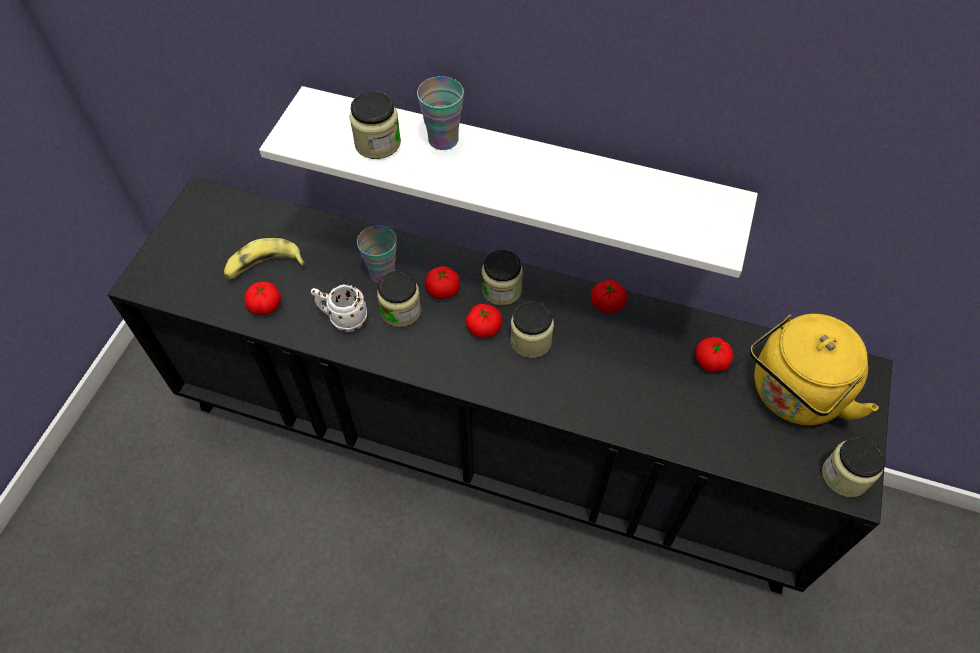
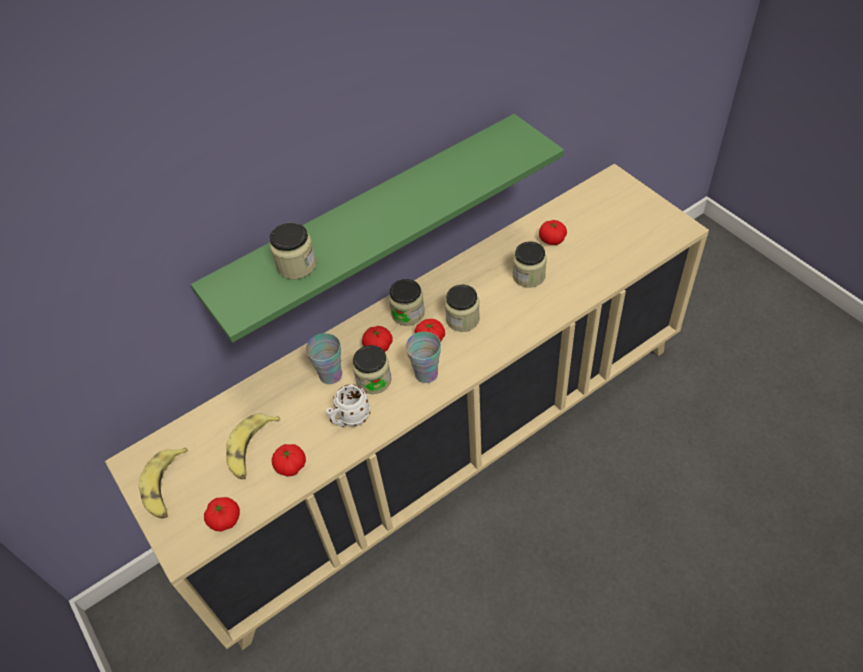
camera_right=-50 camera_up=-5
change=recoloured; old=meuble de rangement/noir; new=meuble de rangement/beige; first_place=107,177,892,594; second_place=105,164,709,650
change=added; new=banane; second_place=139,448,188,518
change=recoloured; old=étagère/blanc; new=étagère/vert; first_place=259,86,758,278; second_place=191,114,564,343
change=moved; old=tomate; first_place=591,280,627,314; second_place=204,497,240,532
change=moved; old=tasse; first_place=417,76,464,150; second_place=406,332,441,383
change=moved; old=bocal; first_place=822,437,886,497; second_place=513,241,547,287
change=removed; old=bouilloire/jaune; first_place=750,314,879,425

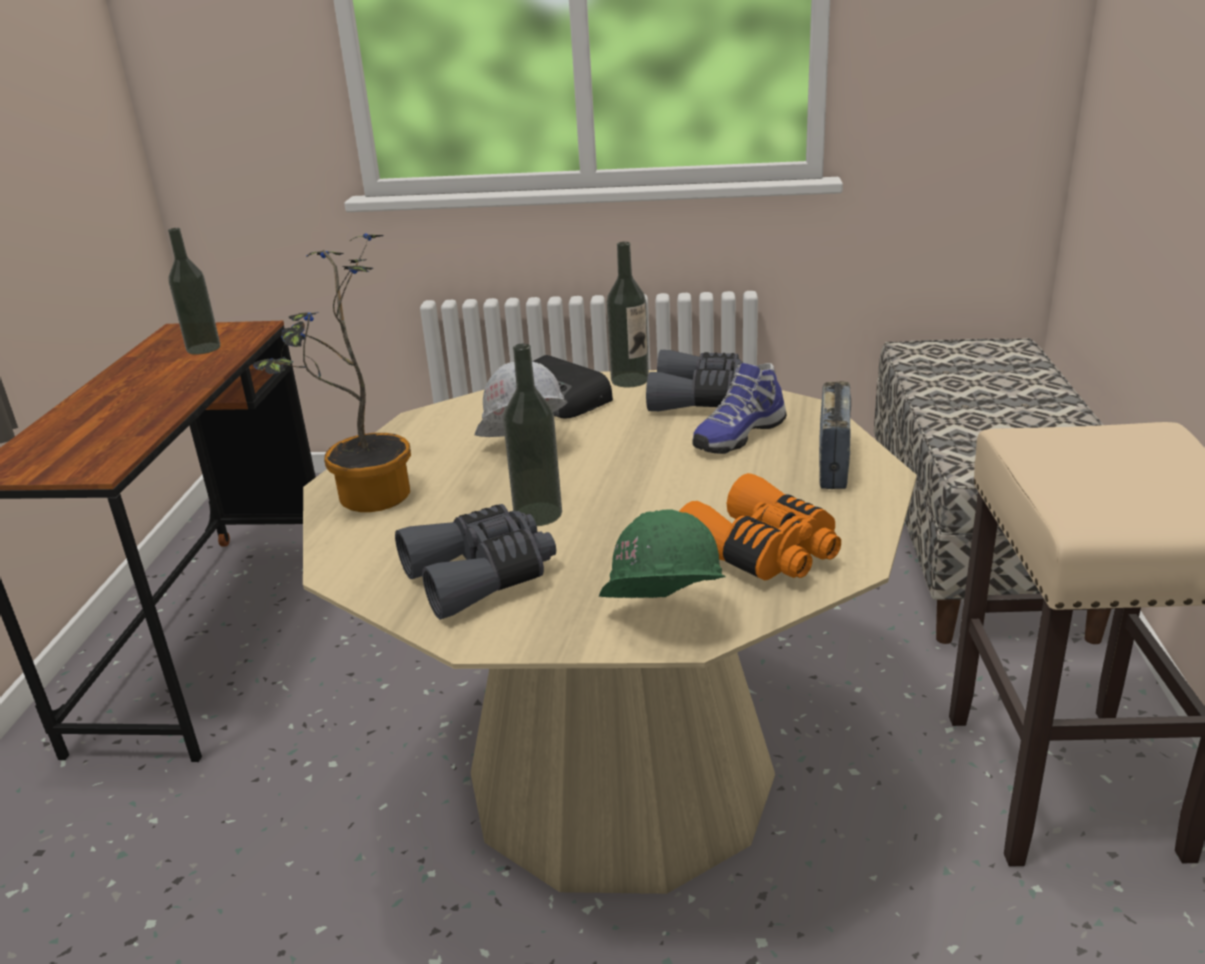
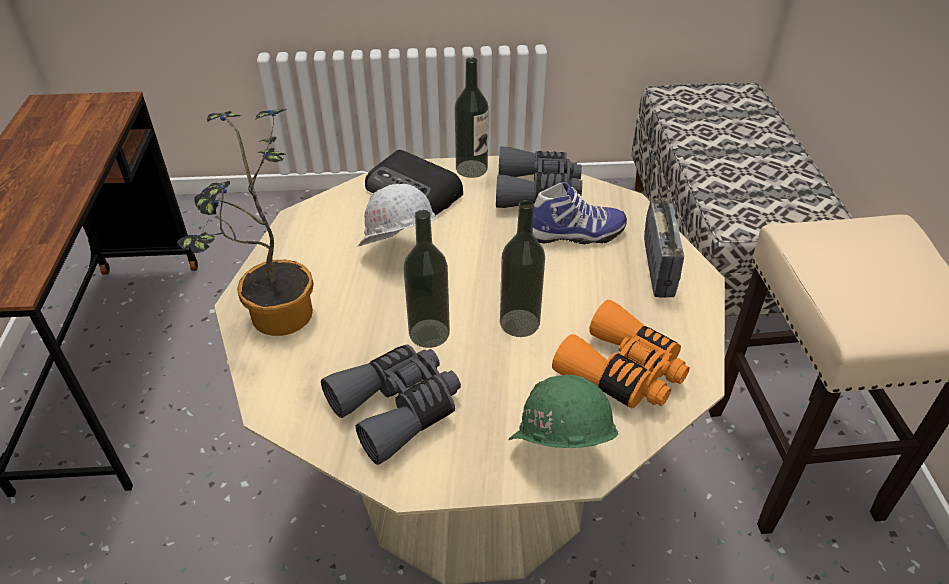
camera_right=-10 camera_up=15
change=moved; old=bouteille; first_place=168,228,220,355; second_place=500,200,545,337
change=turned; old=chaussure; first_place=693,363,787,454; second_place=533,182,627,244; degrees=-135

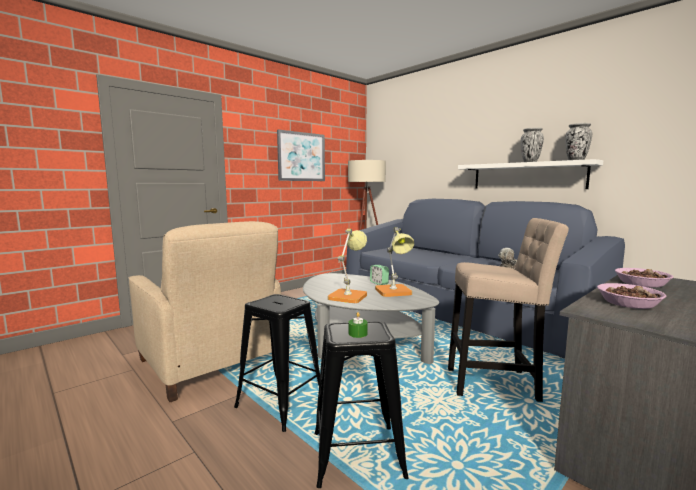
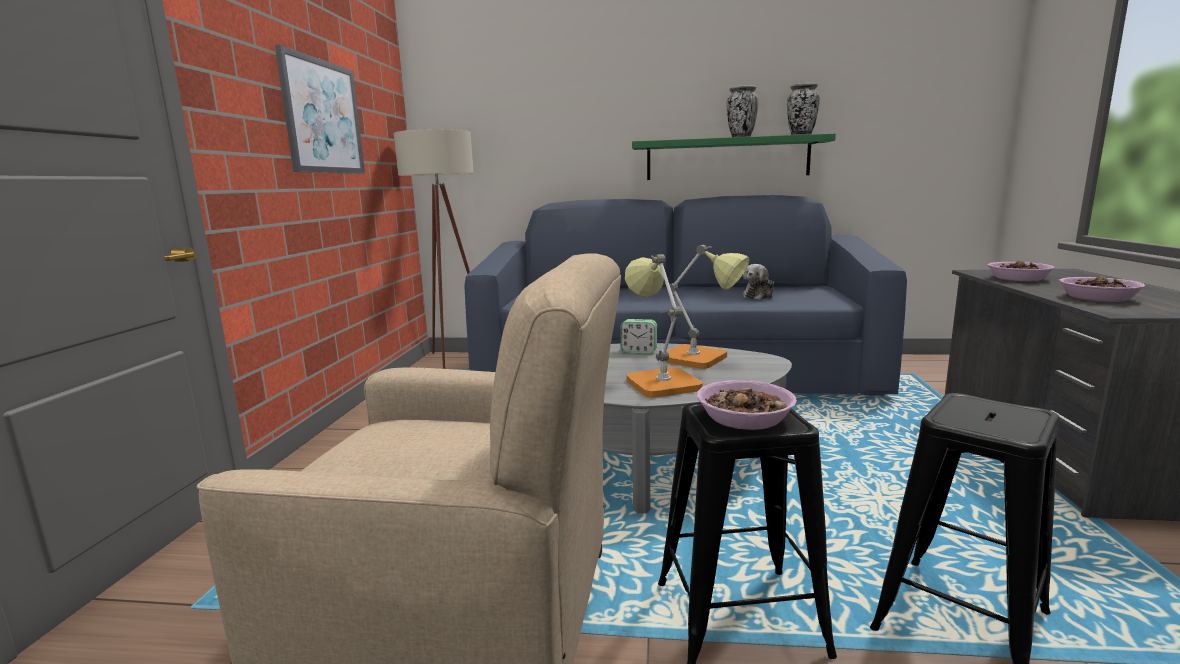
camera_right=-40 camera_up=5
change=recoloured; old=étagère/blanc; new=étagère/vert; first_place=458,159,603,189; second_place=632,133,836,180
change=added; new=bol; second_place=697,380,797,430
change=removed; old=bougie/vert; first_place=349,312,368,338
change=removed; old=tabouret/beige; first_place=448,218,569,402

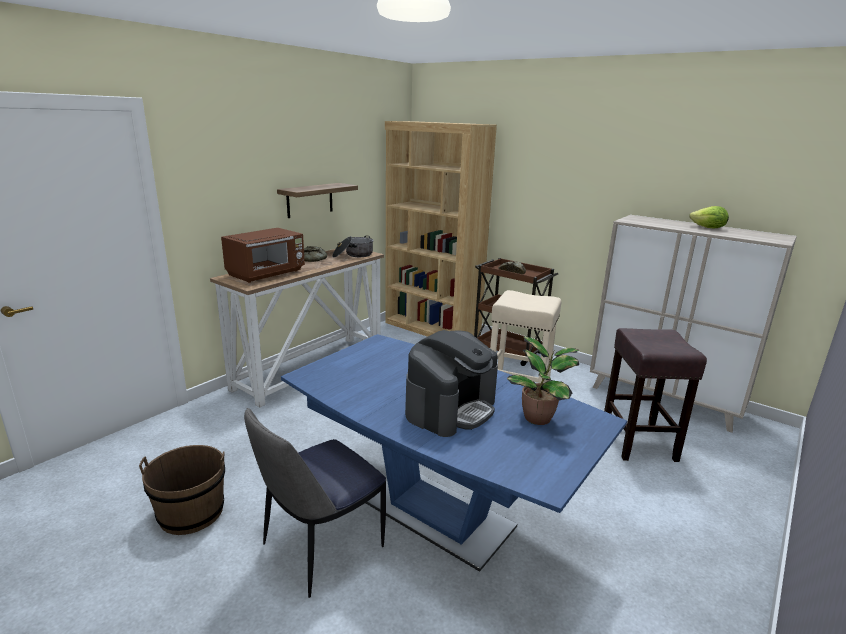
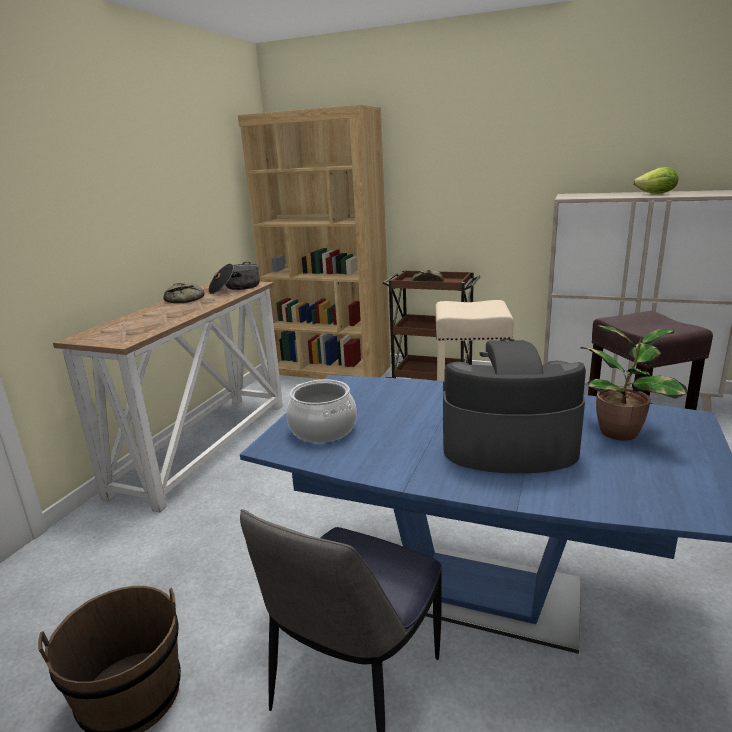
camera_right=-15 camera_up=0
change=added; new=marmite; second_place=286,380,357,443
change=turned; old=machine à café; first_place=405,330,498,437; second_place=443,339,586,473; degrees=-105
change=removed; old=micro-ondes/marron; first_place=221,228,305,283
change=removed; old=étagère; first_place=277,183,358,218

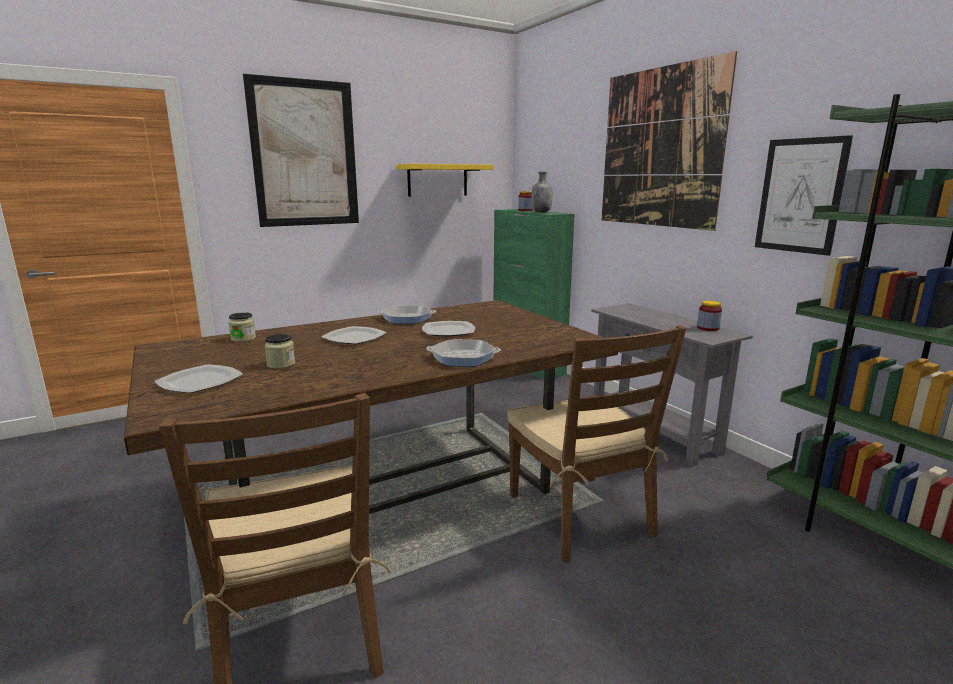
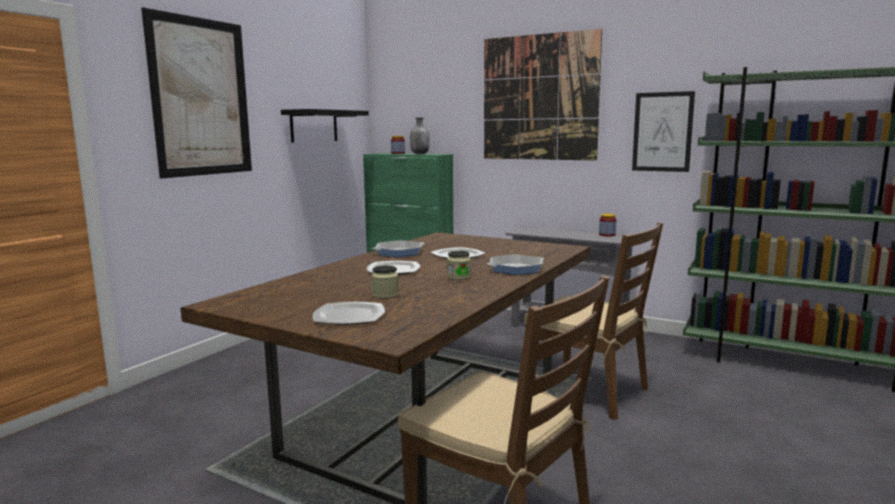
camera_right=-30 camera_up=-5
change=recoloured; old=étagère/jaune; new=étagère/noir; first_place=396,164,493,197; second_place=281,109,369,143
change=moved; old=bocal; first_place=228,312,256,342; second_place=447,251,471,280

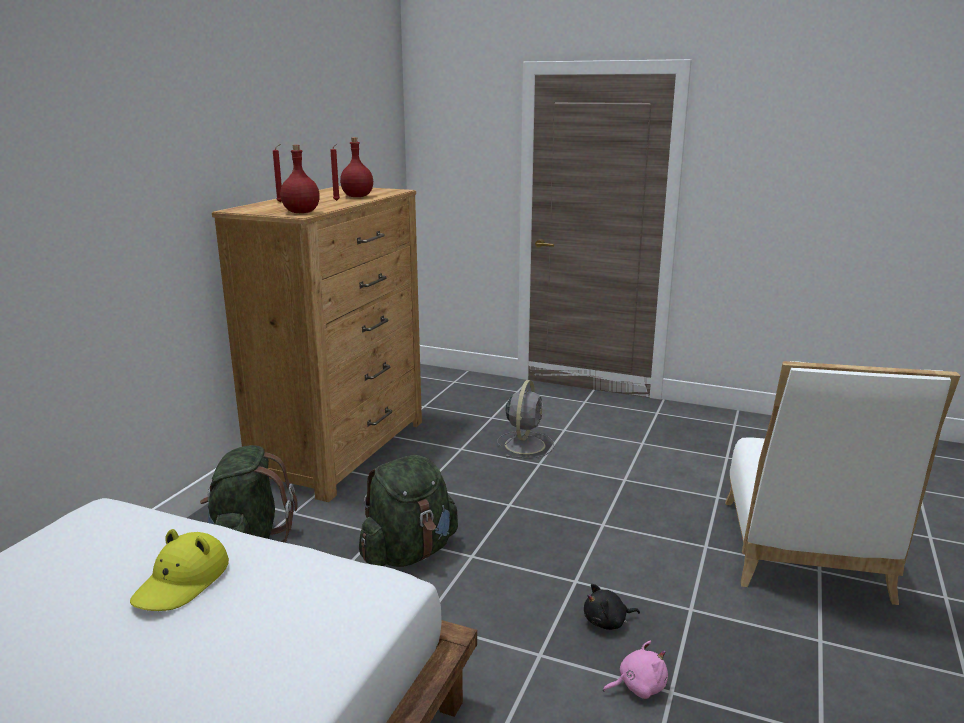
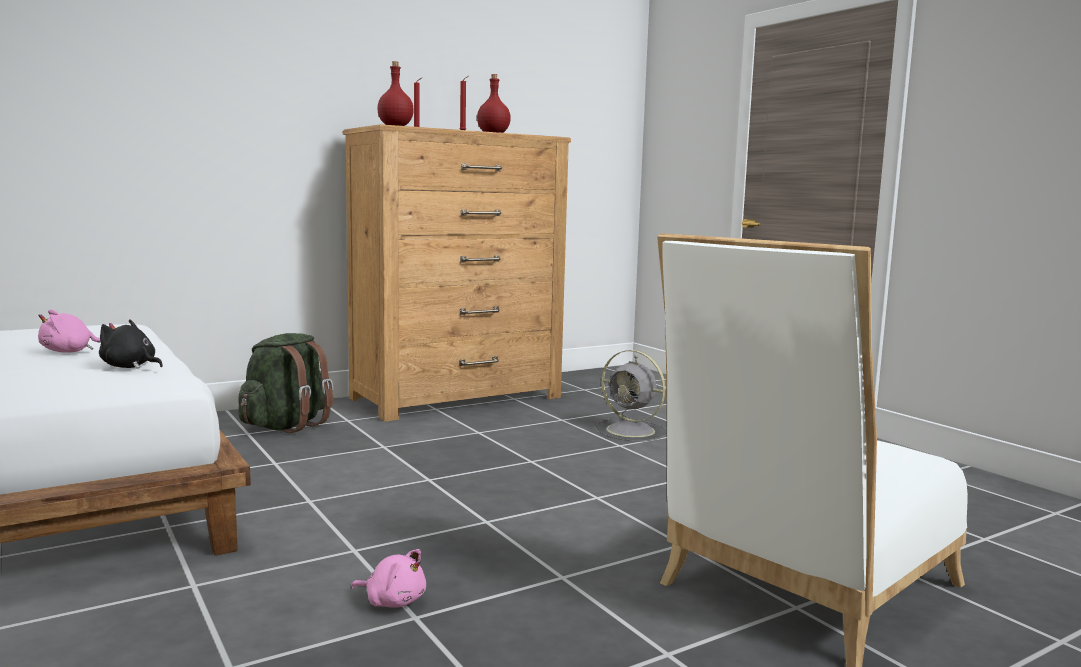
camera_right=35 camera_up=-10
change=replaced; old=chapeau/jaune; new=peluche/rose; first_place=130,529,229,611; second_place=38,309,101,353
change=moved; old=peluche/noir; first_place=584,584,640,630; second_place=99,319,163,369
change=turned; old=ventilateur/gris; first_place=497,380,554,458; second_place=595,350,667,442; degrees=75
change=removed; old=sac à dos/vert; first_place=359,455,458,567

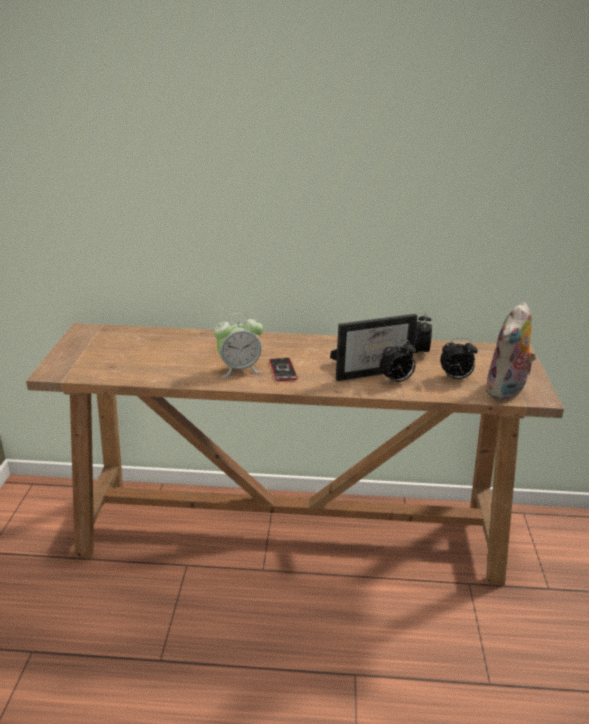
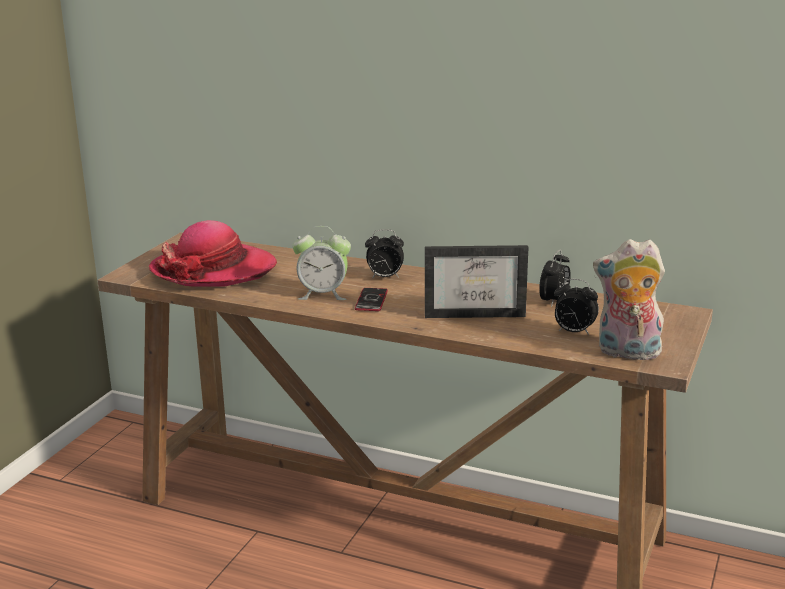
camera_right=20 camera_up=-5
change=added; new=chapeau; second_place=149,220,277,287
change=moved; old=réveil; first_place=380,340,416,383; second_place=365,229,404,278
change=turned; old=peluche; first_place=485,302,537,400; second_place=593,239,665,363; degrees=45

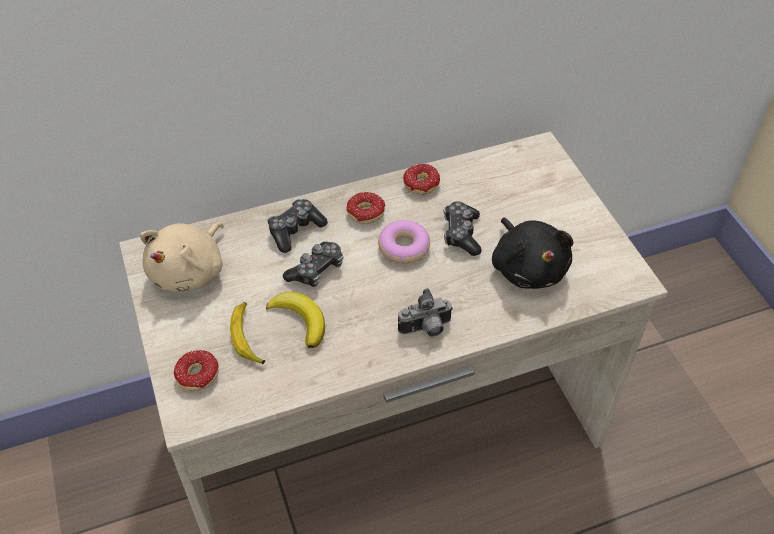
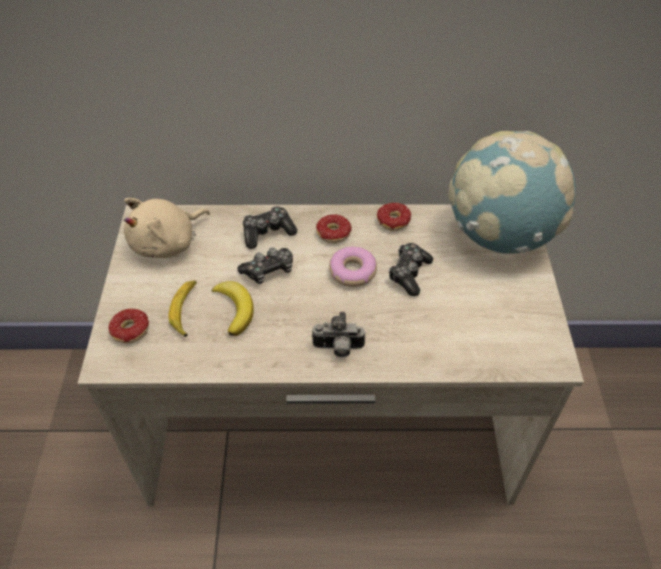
camera_right=20 camera_up=0
change=added; new=globe; second_place=448,131,576,254
change=removed; old=peluche/noir; first_place=492,217,574,289

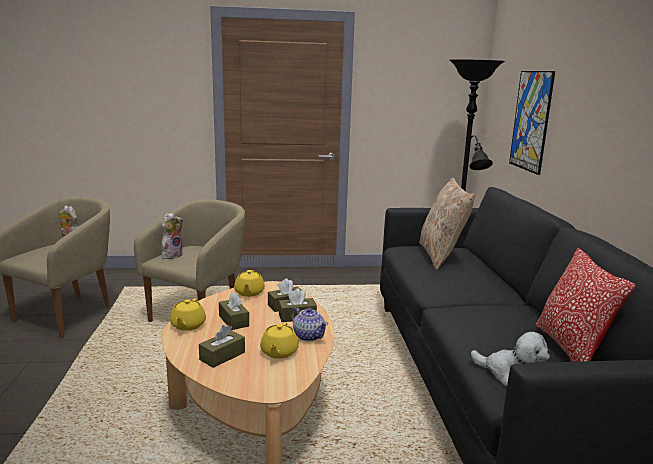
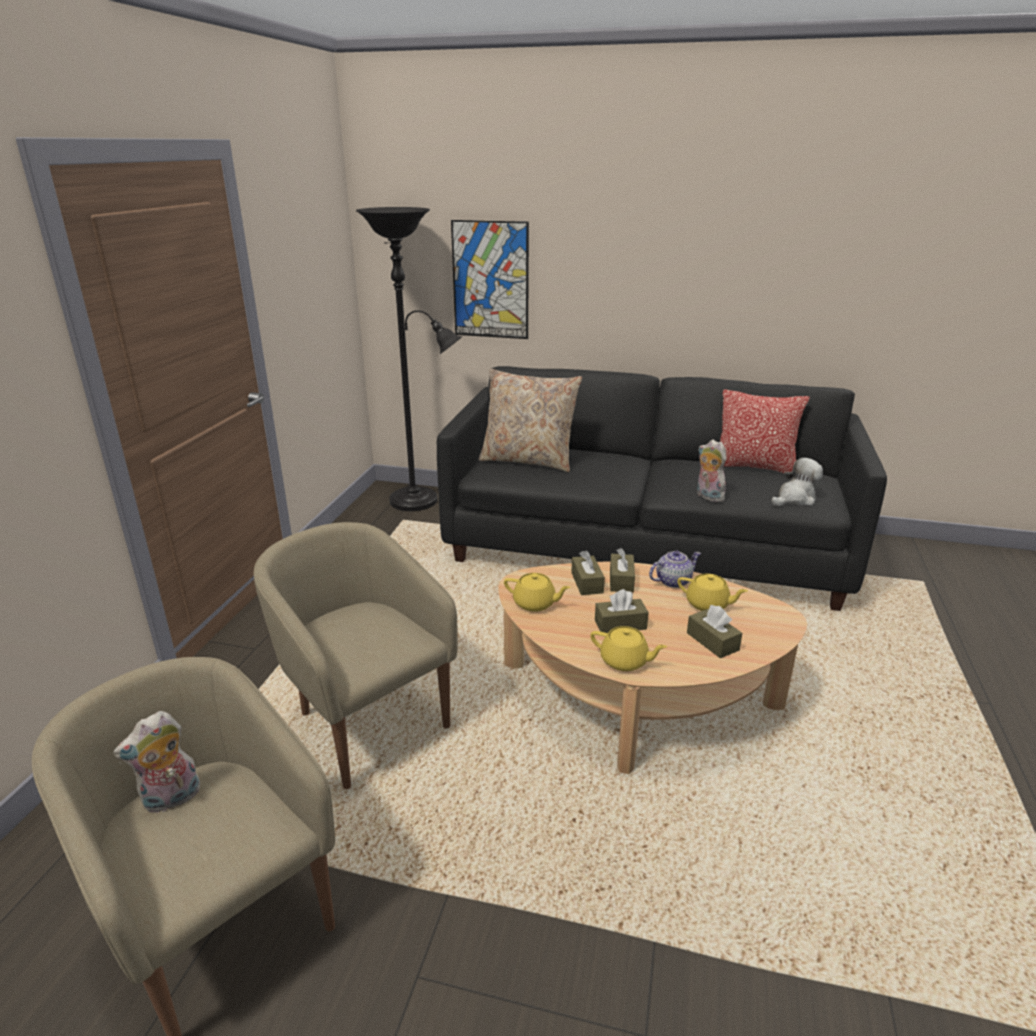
camera_right=-70 camera_up=10
change=moved; old=peluche; first_place=161,212,183,259; second_place=697,439,726,502

